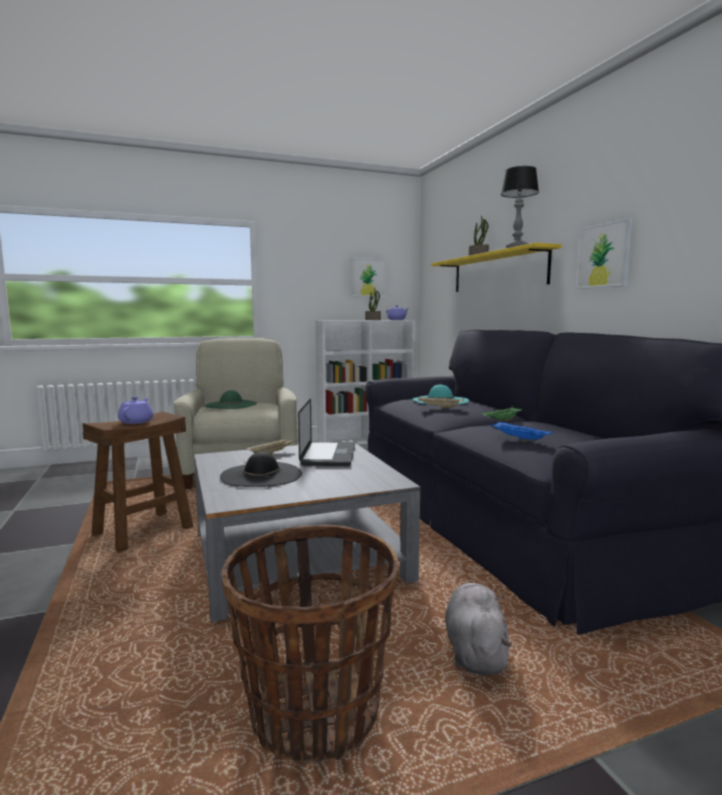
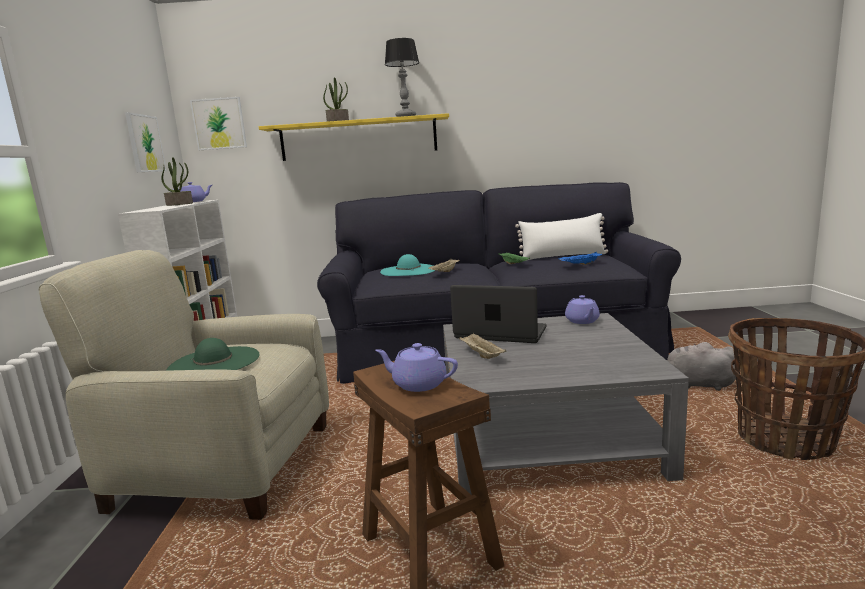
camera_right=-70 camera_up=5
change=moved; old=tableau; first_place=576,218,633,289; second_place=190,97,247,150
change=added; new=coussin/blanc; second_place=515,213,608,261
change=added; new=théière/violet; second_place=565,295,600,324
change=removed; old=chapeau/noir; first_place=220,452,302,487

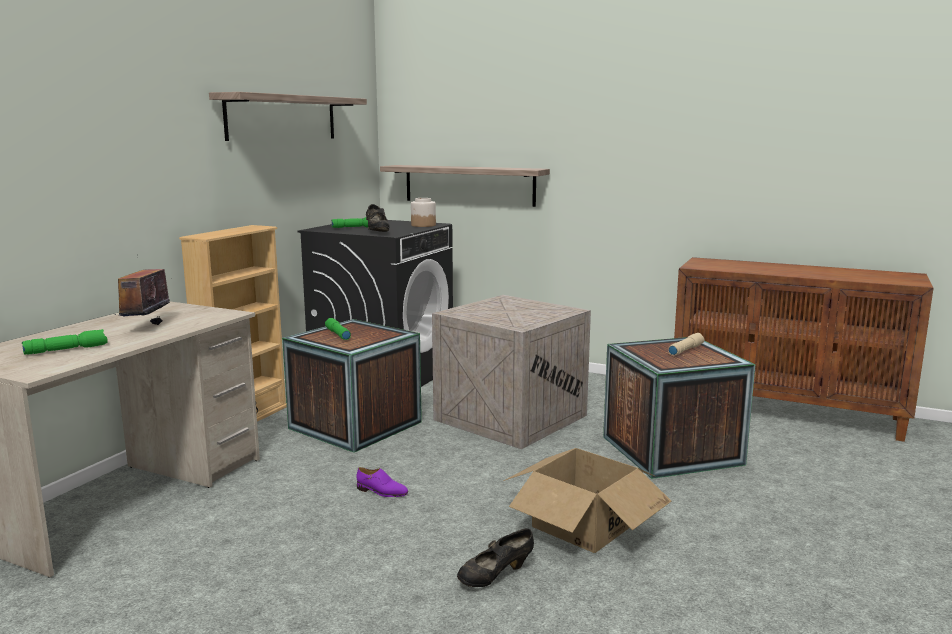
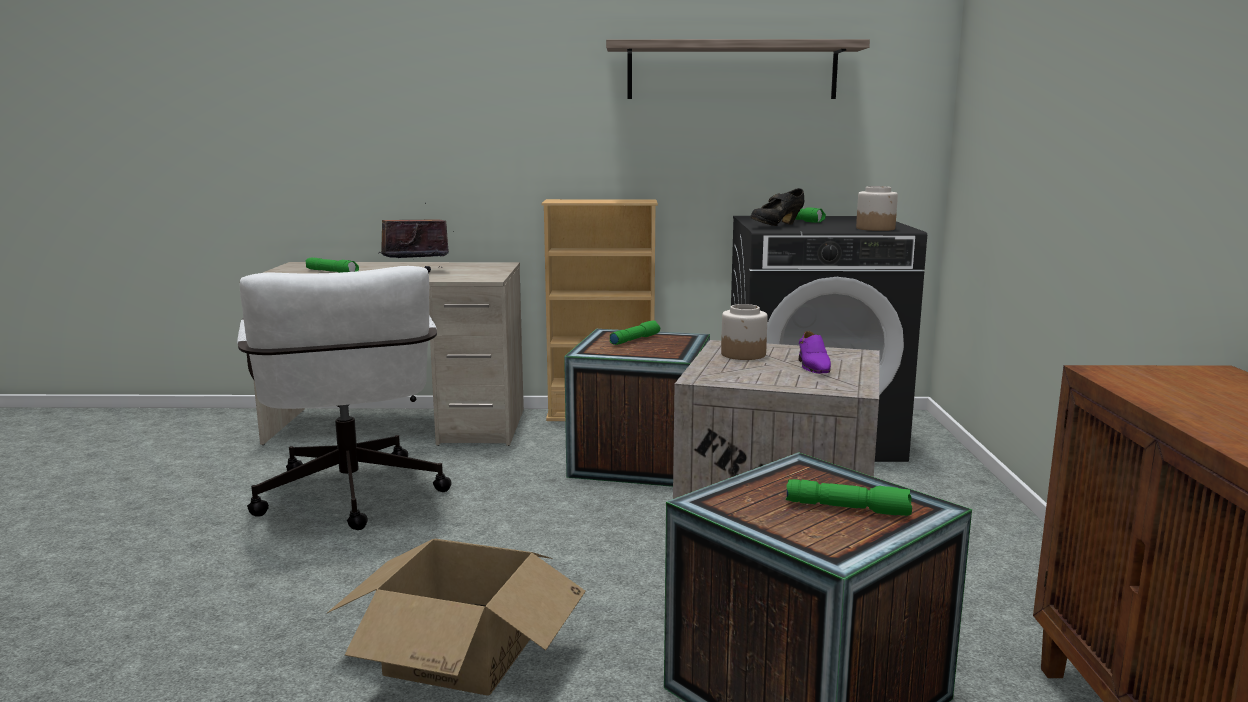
camera_right=65 camera_up=0
change=added; new=chaise de bureau/blanc; second_place=237,266,452,530
change=added; new=bocal; second_place=721,304,768,360
change=recoloured; old=lampe de poche/beige; new=lampe de poche/vert; first_place=668,333,705,355; second_place=786,479,912,516
change=moved; old=chaussure/violet; first_place=356,467,408,497; second_place=799,331,831,374
change=removed; old=étagère; first_place=380,165,550,207
change=removed; old=chaussure/noir; first_place=457,528,534,587

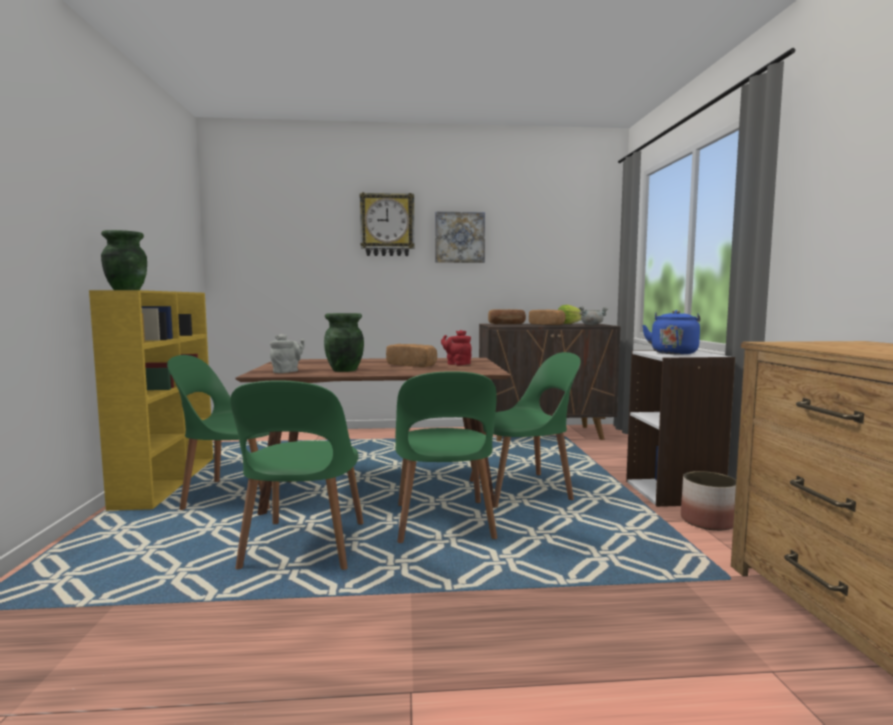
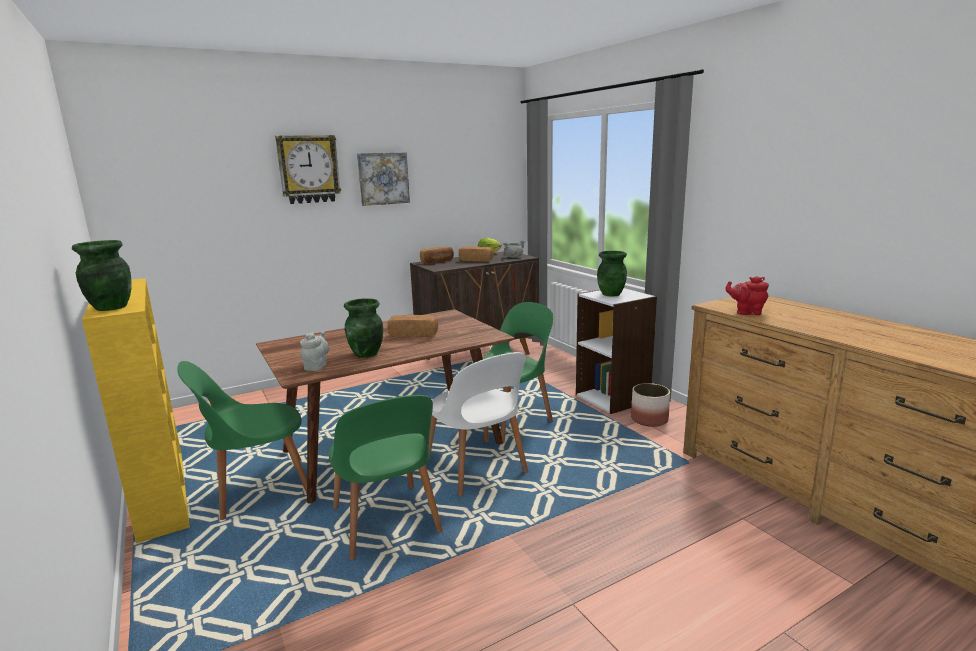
camera_right=-25 camera_up=10
change=recoloured; old=chaise/vert; new=chaise/blanc; first_place=395,371,497,543; second_place=429,352,528,497
change=replaced; old=bouilloire/bleu; new=vase/vert; first_place=642,310,700,354; second_place=597,251,627,296
change=moved; old=théière/rouge; first_place=441,330,472,365; second_place=725,276,769,315

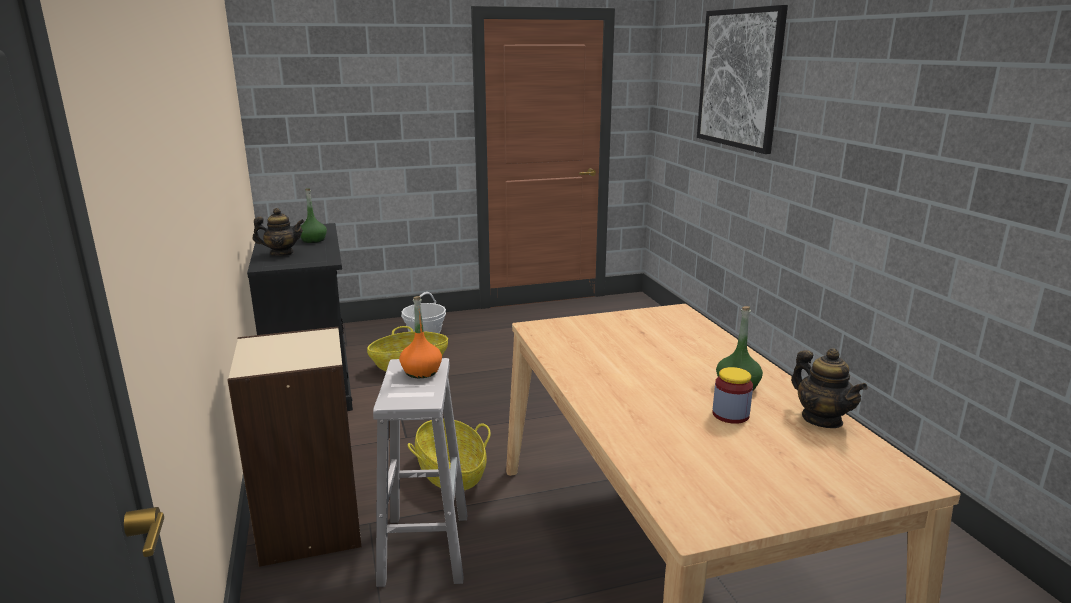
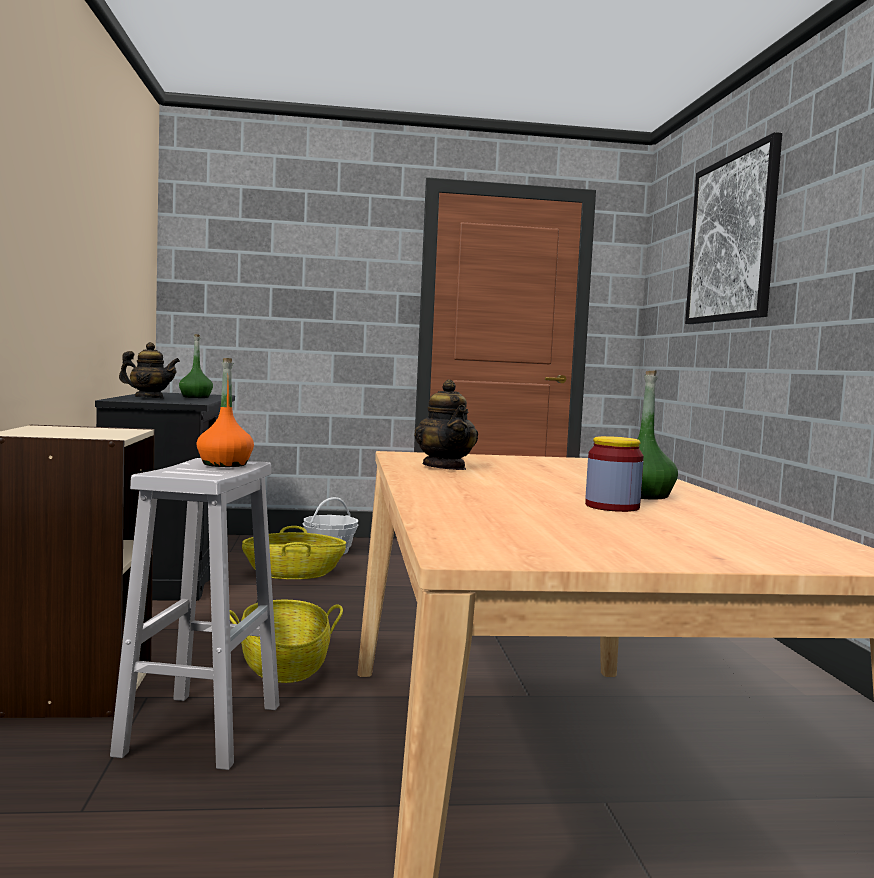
camera_right=10 camera_up=-15
change=moved; old=théière; first_place=791,348,868,428; second_place=414,380,478,470

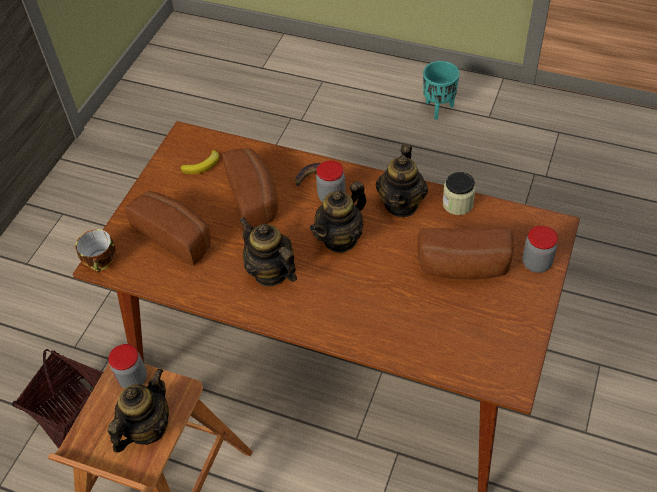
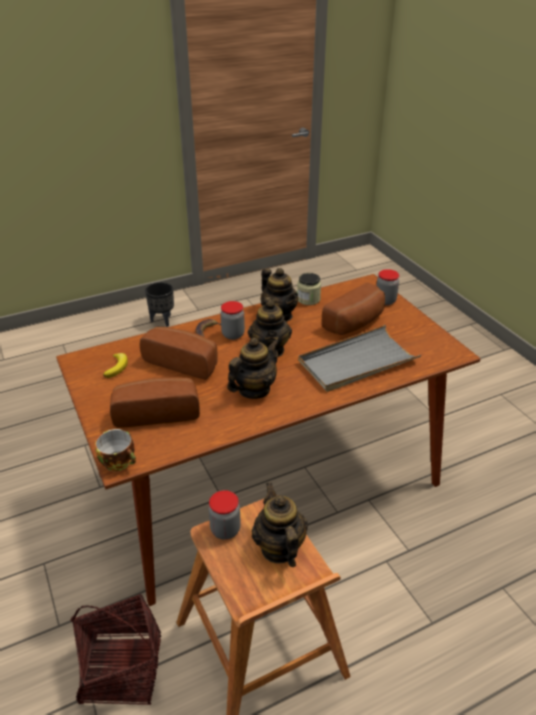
camera_right=-50 camera_up=-15
change=recoloured; old=cache-pot/turquoise; new=cache-pot/noir; first_place=423,61,460,120; second_place=145,282,174,327
change=turned; old=théière; first_place=240,217,297,286; second_place=227,338,280,399; degrees=135
change=added; new=plateau/gris; second_place=298,325,421,392

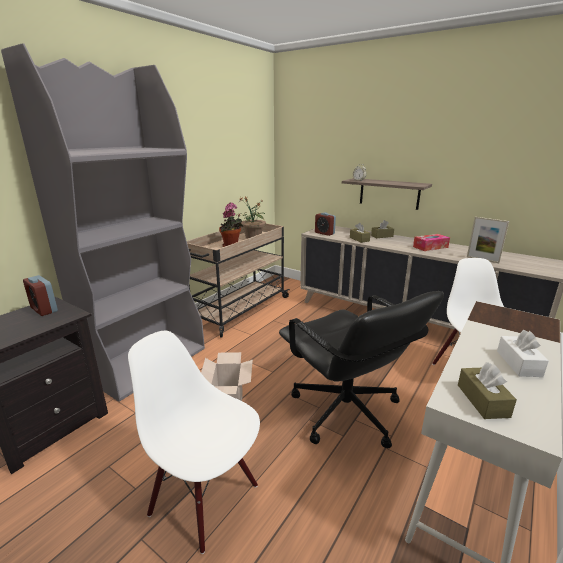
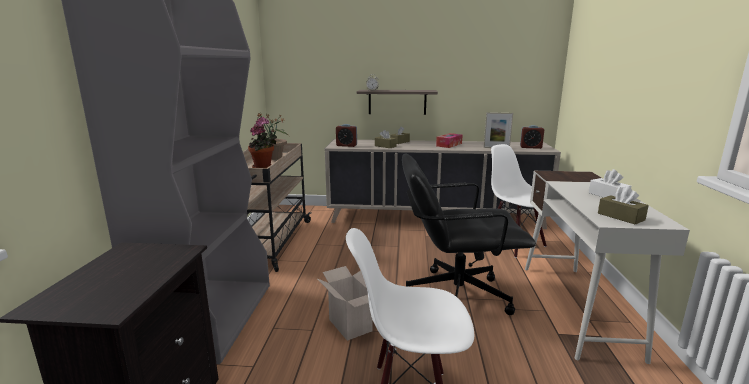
camera_right=-30 camera_up=-5
change=turned; old=chaise de bureau/noir; first_place=279,291,444,448; second_place=402,153,536,315; degrees=150
change=moved; old=réveil; first_place=23,275,58,316; second_place=520,125,544,149

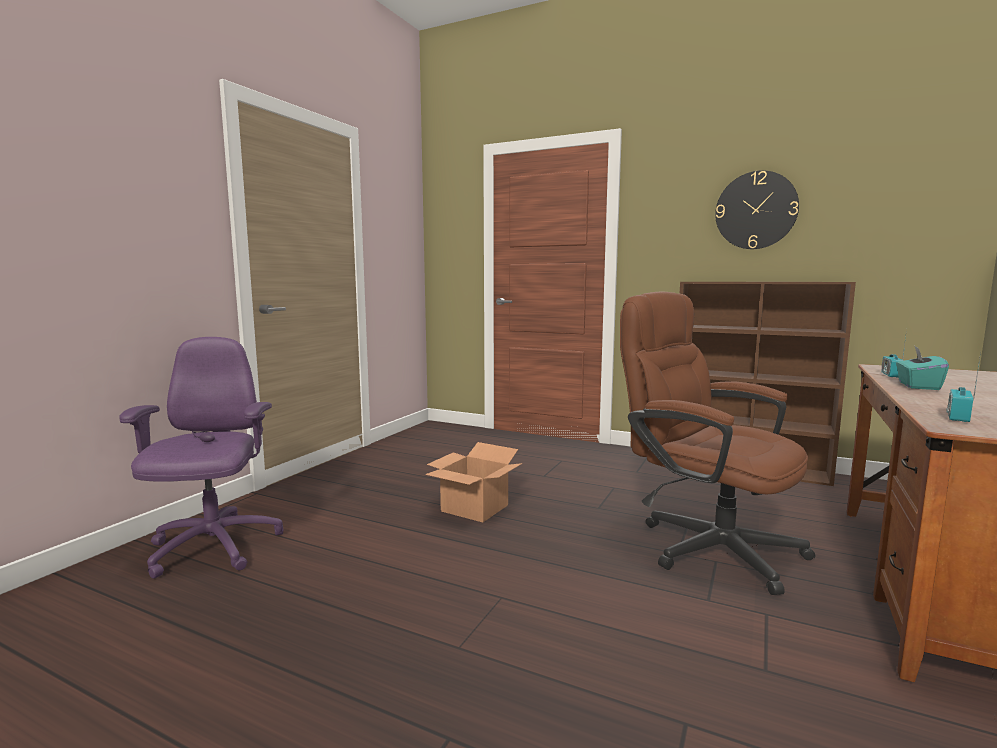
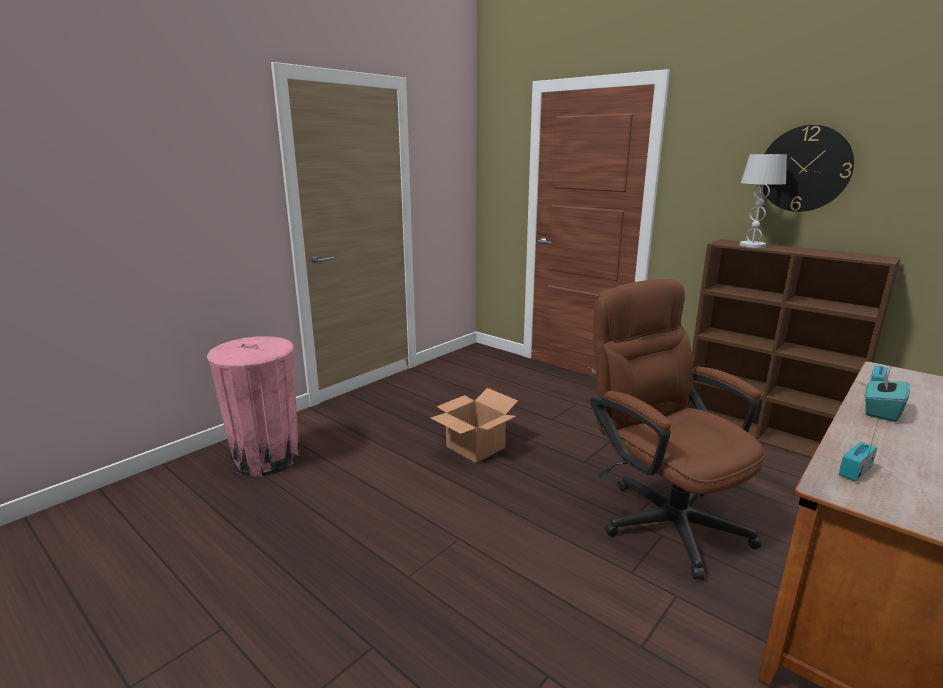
camera_right=15 camera_up=10
change=replaced; old=chaise de bureau/violet; new=poubelle/rose; first_place=119,337,283,579; second_place=207,336,300,476
change=added; new=lampe de table/blanc; second_place=740,154,787,248

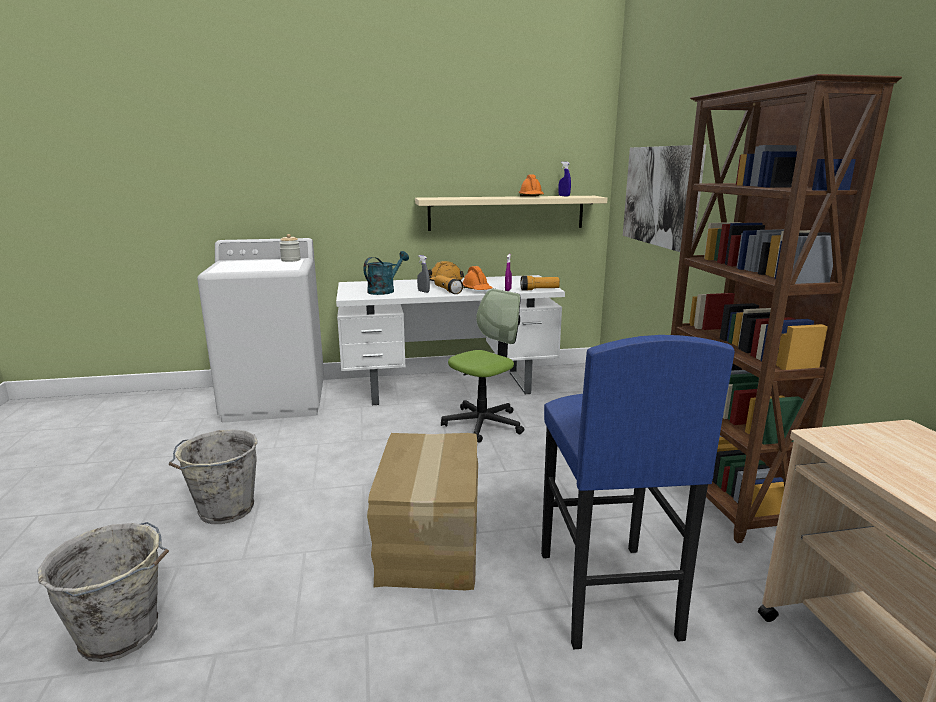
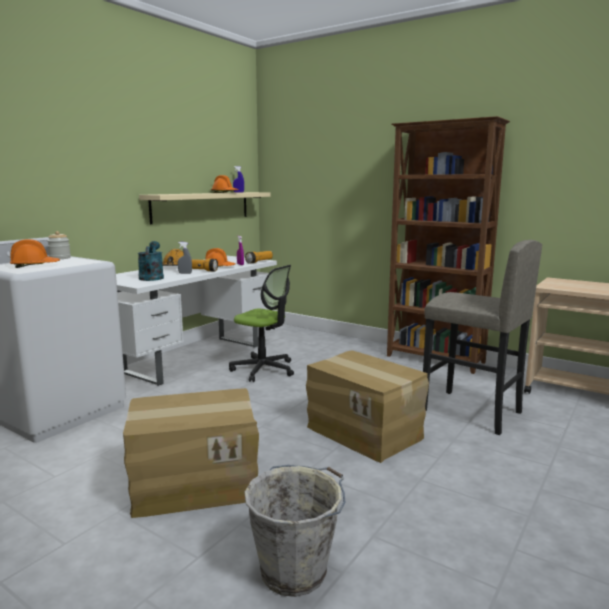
camera_right=-45 camera_up=-5
change=added; new=casque de chantier/orange; second_place=10,239,60,268
change=replaced; old=seau/gris; new=carton; first_place=169,429,258,524; second_place=123,388,259,518
change=turned; old=chaise de bureau; first_place=441,288,524,443; second_place=229,265,294,382; degrees=120
change=recoloured; old=tabouret/bleu; new=tabouret/gris; first_place=541,335,735,649; second_place=423,240,542,435
change=removed; old=tableau; first_place=623,145,706,252

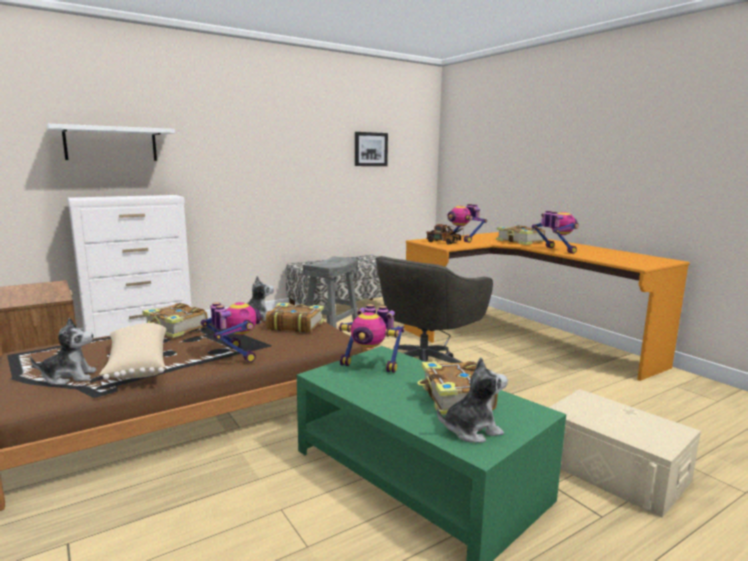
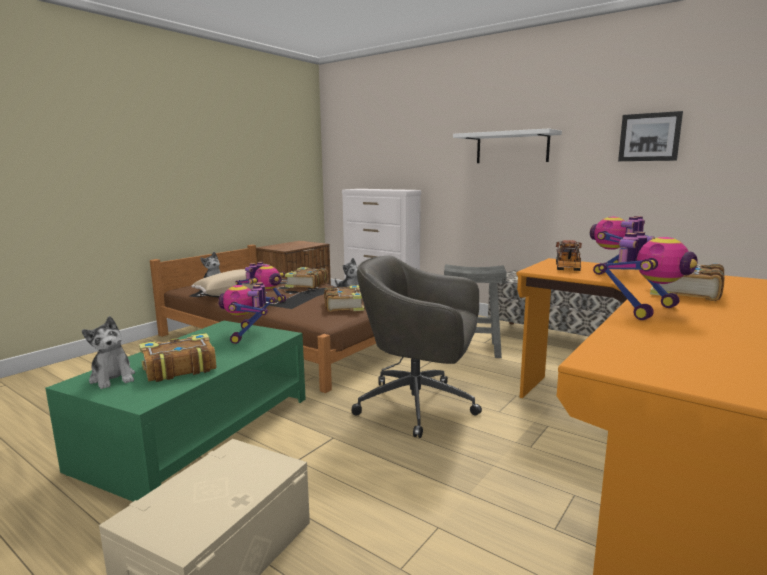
camera_right=70 camera_up=0
change=moved; old=étagère/blanc; first_place=47,124,175,161; second_place=453,129,562,163

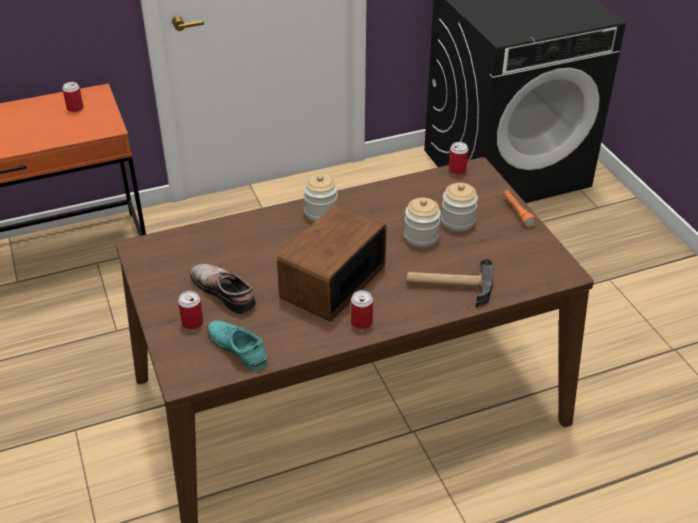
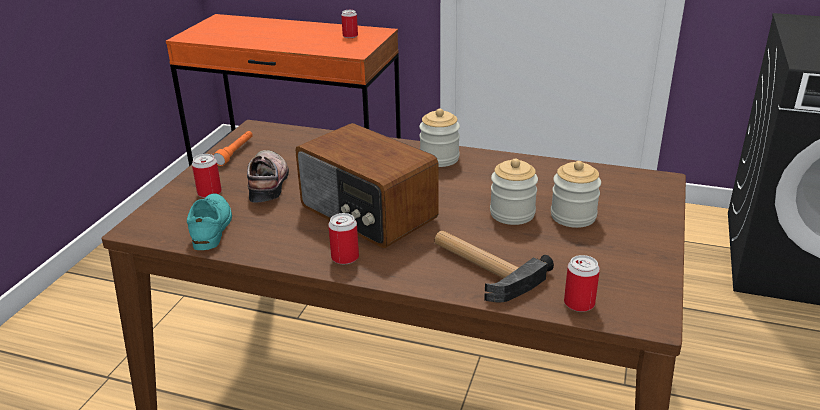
camera_right=40 camera_up=-10
change=moved; old=lampe de poche/orange; first_place=503,190,536,227; second_place=213,131,253,166
change=turned; old=radio; first_place=277,204,387,322; second_place=295,123,438,248; degrees=-120
change=moved; old=boîte métallique; first_place=449,142,468,175; second_place=564,255,600,312

